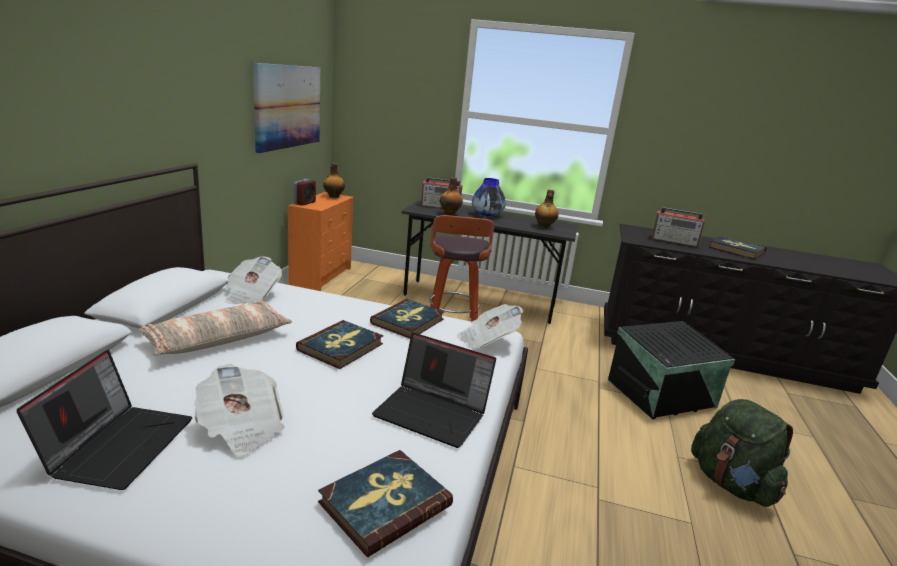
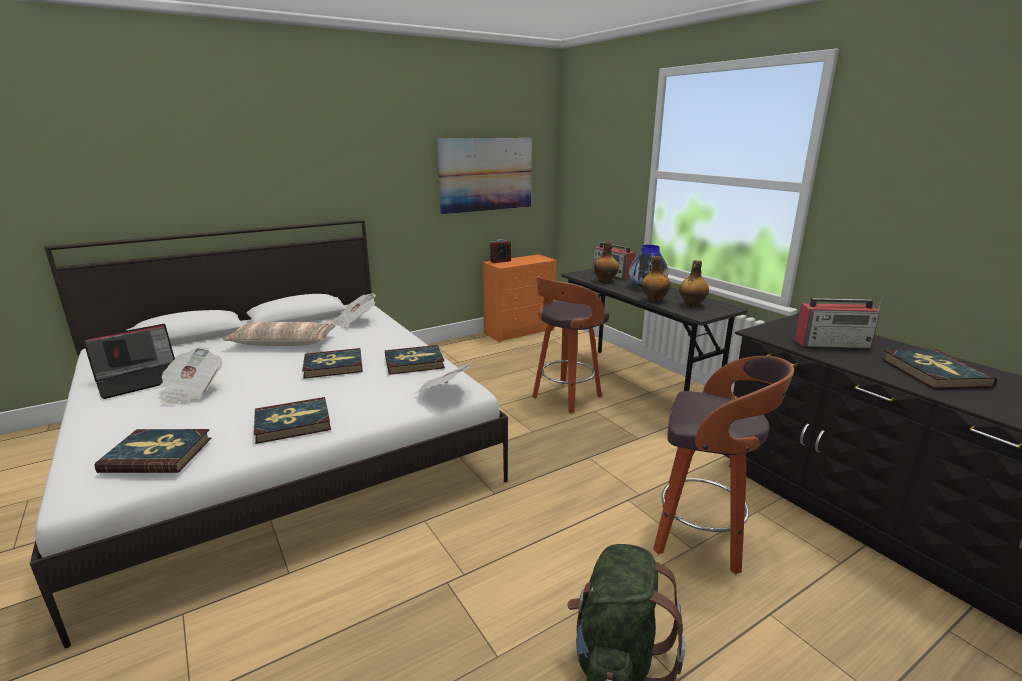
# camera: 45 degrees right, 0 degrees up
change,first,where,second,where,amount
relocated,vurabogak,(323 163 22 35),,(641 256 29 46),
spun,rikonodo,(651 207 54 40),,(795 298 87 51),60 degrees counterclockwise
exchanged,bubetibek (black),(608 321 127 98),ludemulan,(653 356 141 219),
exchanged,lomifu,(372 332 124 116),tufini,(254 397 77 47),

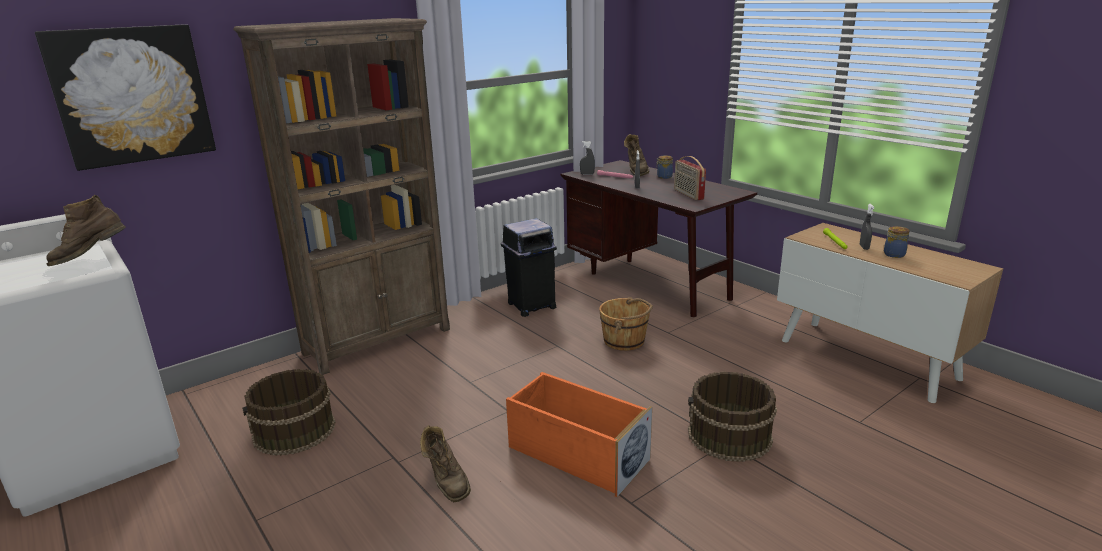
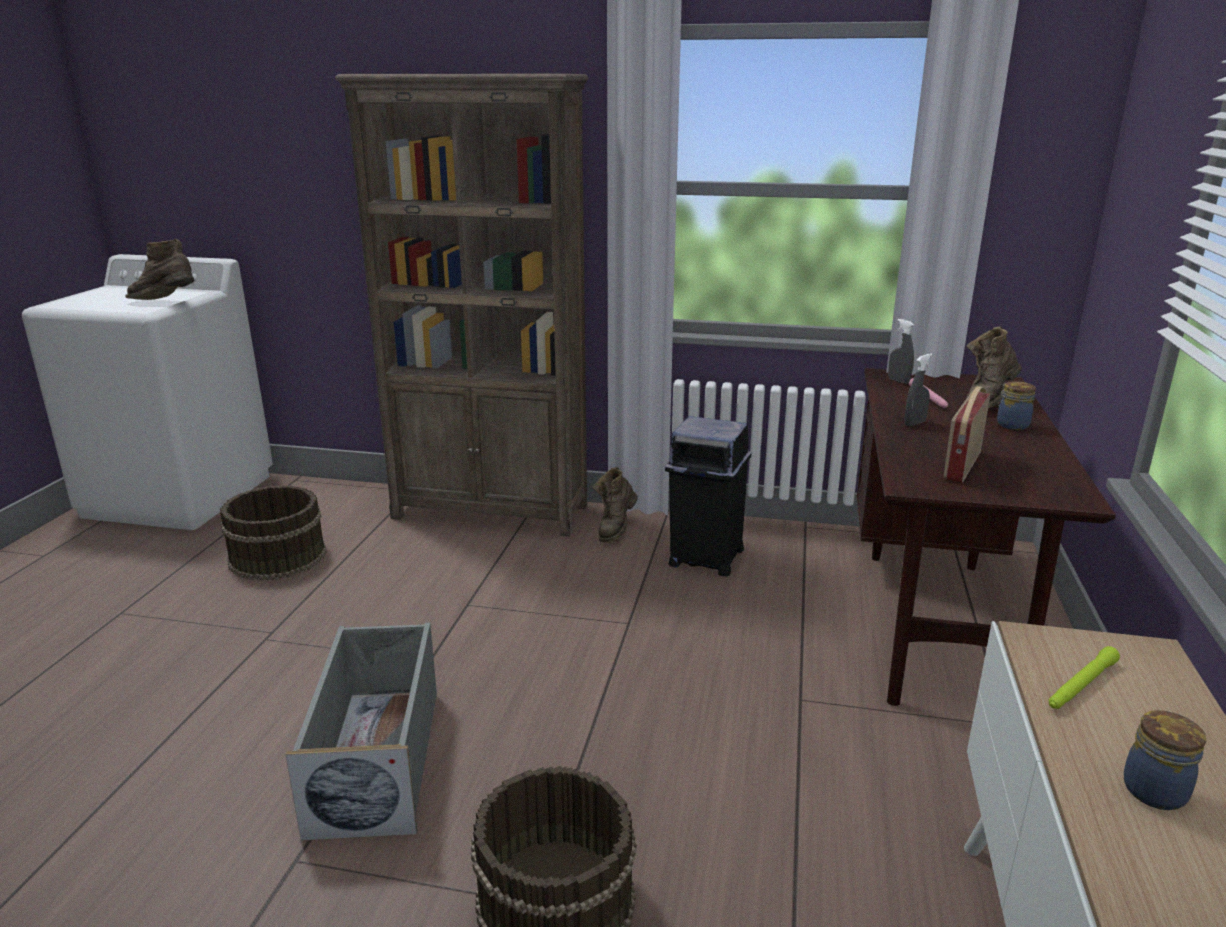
# camera: 50 degrees right, 0 degrees up
change,first,where,second,where,amount
missing,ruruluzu,(35 24 181 147),,,
missing,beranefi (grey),(860 204 14 46),,,
missing,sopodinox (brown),(599 297 54 54),,,
colour,bubetibek (orange),(506 372 146 125),bubetibek (grey),(285 623 152 218),
relocated,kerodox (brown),(420 425 51 77),,(593 467 45 75),

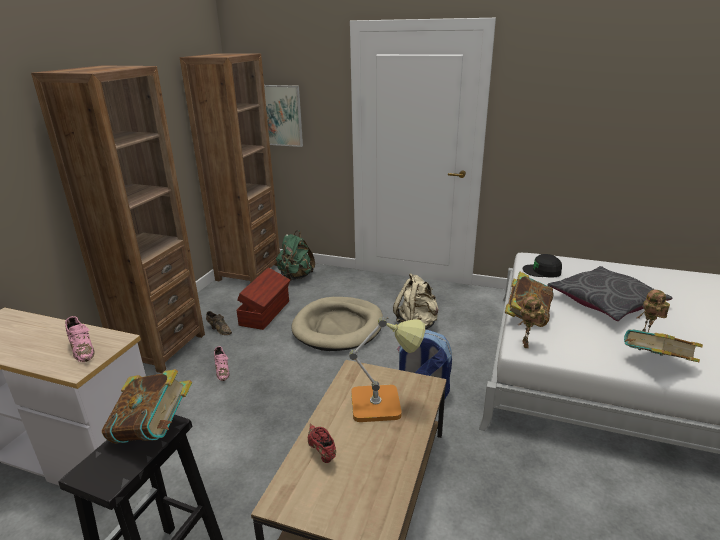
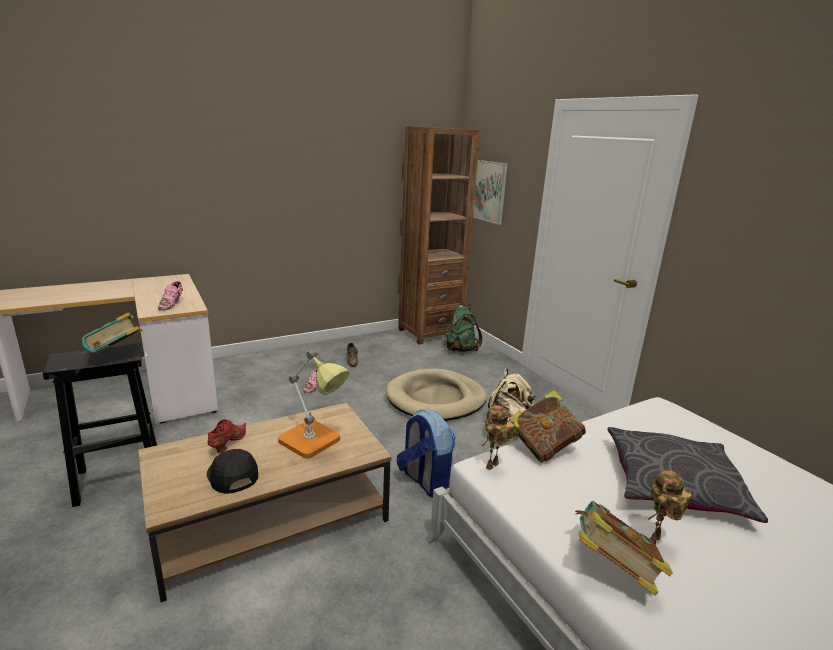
# camera: 40 degrees right, 5 degrees down
change,first,where,second,where,amount
missing,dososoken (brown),(31 65 174 308),,,
relocated,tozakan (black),(523 254 39 24),,(207 449 51 45),
missing,bubetibek (brown),(237 267 53 63),,,

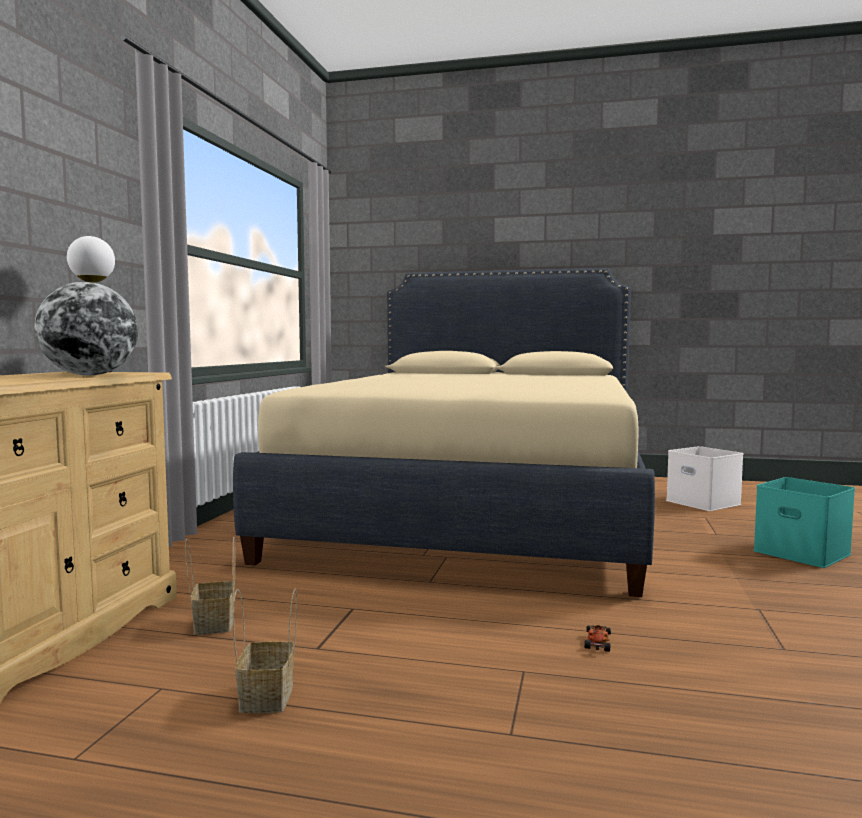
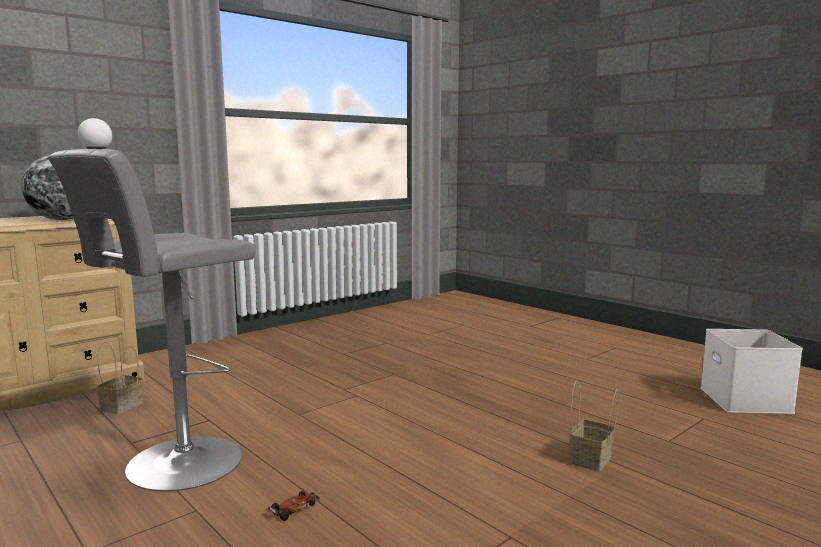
# camera: 35 degrees right, 5 degrees up
change,first,where,second,where,amount
missing,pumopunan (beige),(233 268 422 329),,,
missing,bubetibek (turquoise),(753 477 102 91),,,
relocated,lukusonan,(233 588 64 125),,(570 381 49 90),
appeared,,,ludemulan (grey),(48 149 208 343),

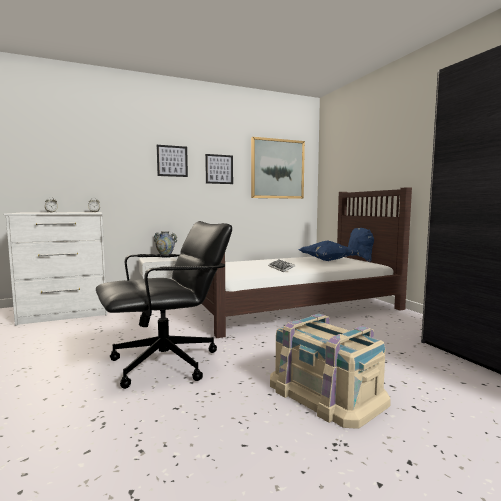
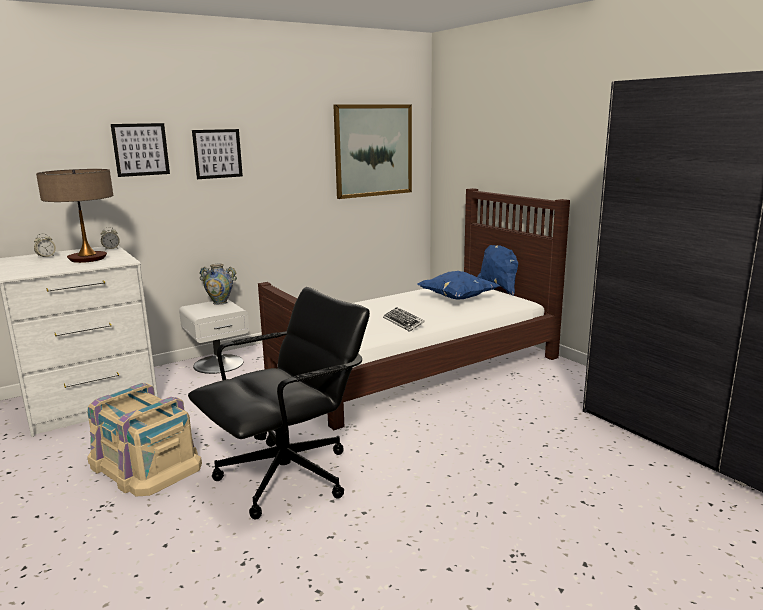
# camera: 10 degrees left, 10 degrees up
change,first,where,second,where,amount
relocated,ruruluzu,(205 154 28 30),,(111 123 59 54),
relocated,bubetibek (beige),(270 313 121 116),,(87 383 115 113),
appeared,,,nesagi,(36 169 77 94),

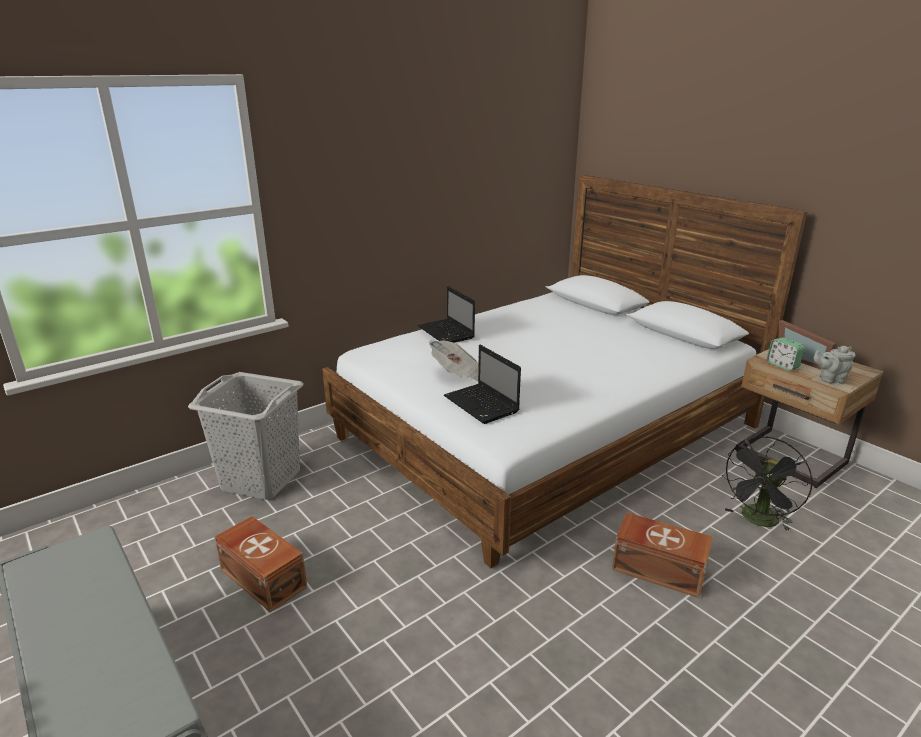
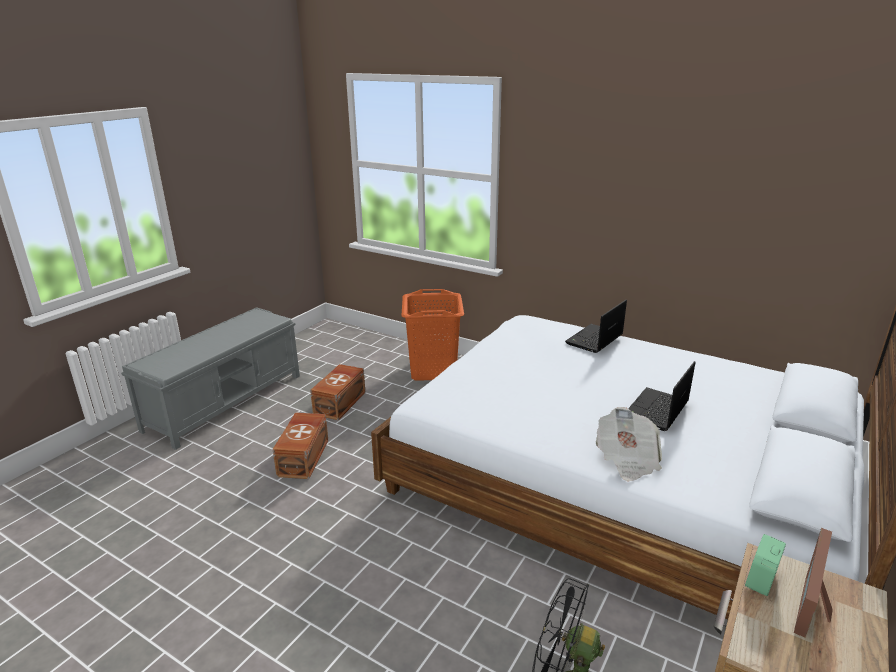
# camera: 70 degrees right, 0 degrees up
change,first,where,second,where,amount
relocated,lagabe,(429 340 50 41),,(596 407 66 75),
relocated,lomifu,(444 345 77 79),,(628 361 68 70),
missing,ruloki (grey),(814 346 41 38),,,
colour,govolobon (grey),(188 372 116 128),govolobon (orange),(402 289 62 92),
relocated,bubetibek (brown),(612 512 101 86),,(272 413 56 66),

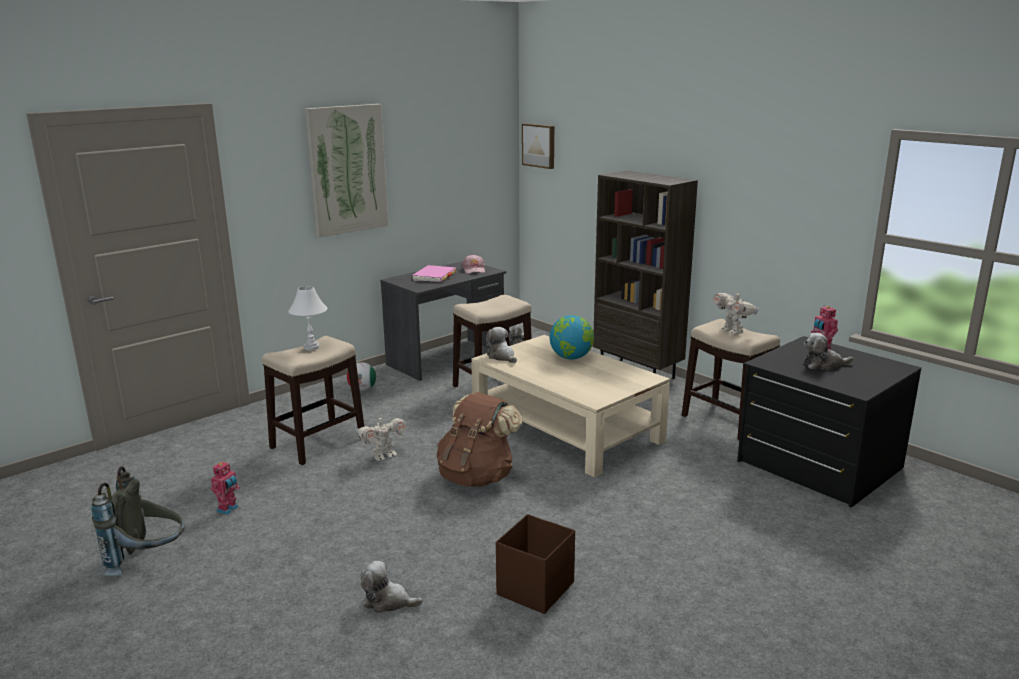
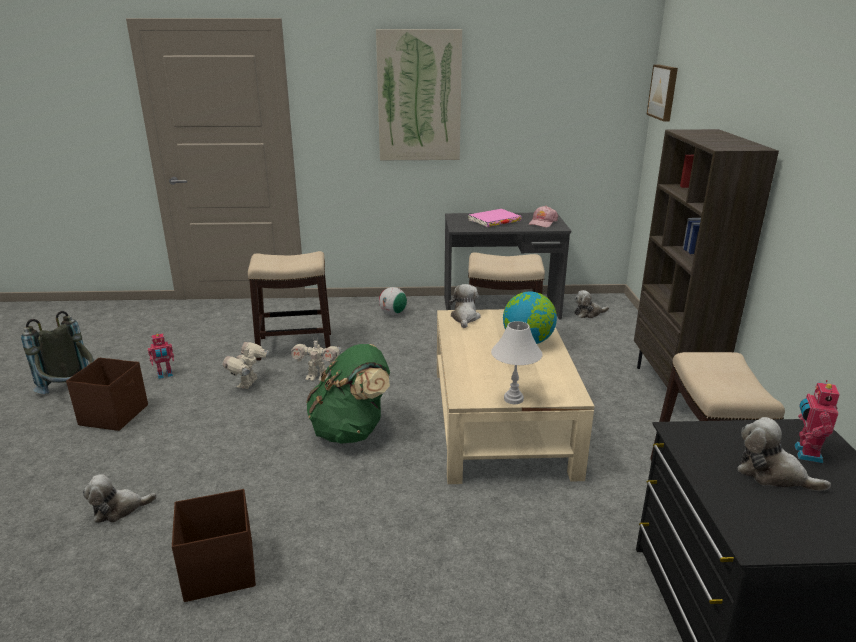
# camera: 40 degrees right, 5 degrees up
change,first,where,second,where,amount
relocated,nesagi (white),(288 286 39 64),,(491 321 52 83),
relocated,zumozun,(713 289 46 45),,(222 342 47 47),
colour,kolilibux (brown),(437 392 85 95),kolilibux (green),(307 344 83 100),
spun,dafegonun,(360 561 63 52),,(83 475 74 48),75 degrees counterclockwise
appeared,,,bubetibek (brown),(66 357 82 74),

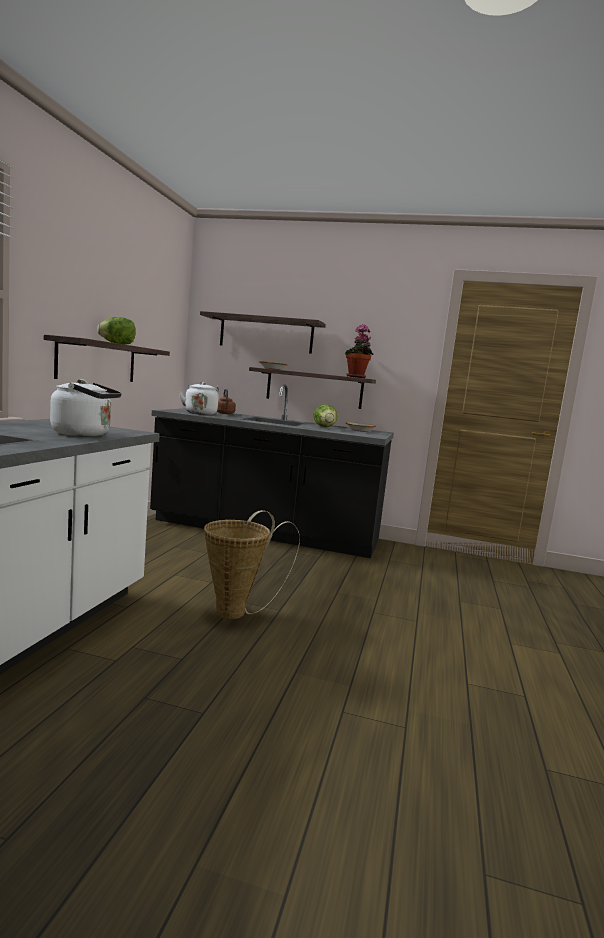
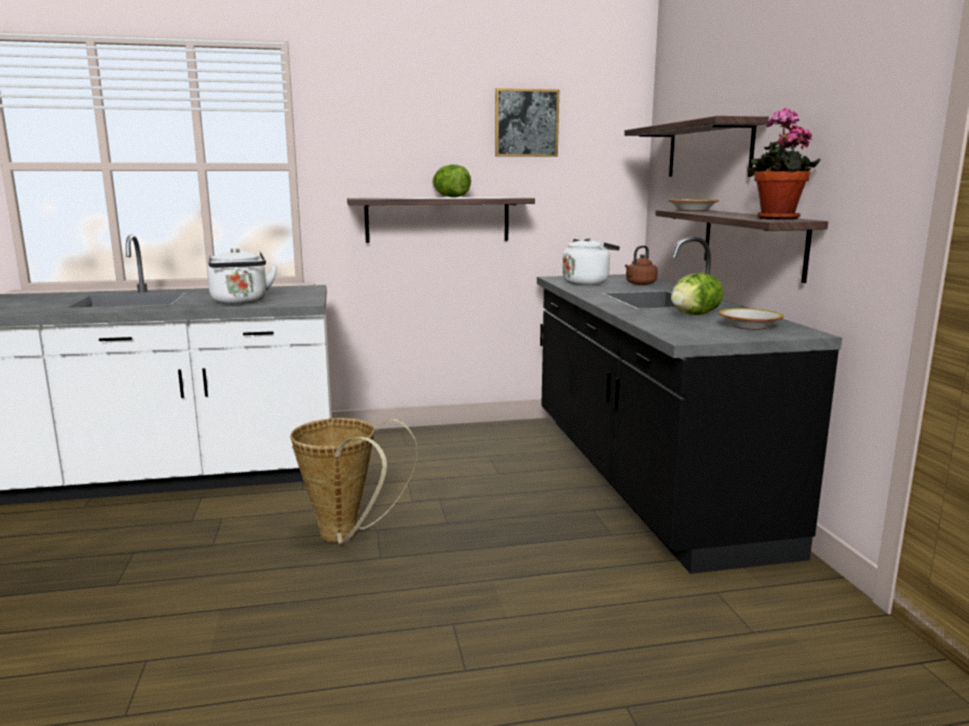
# camera: 65 degrees right, 5 degrees up
change,first,where,second,where,amount
appeared,,,ruruluzu,(495 88 64 69),

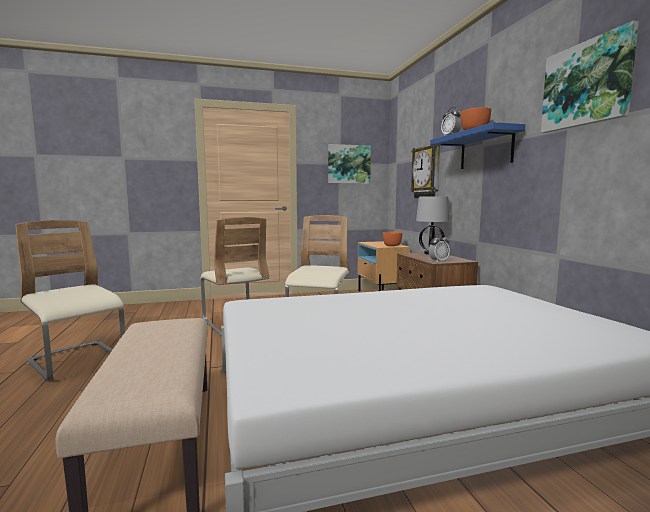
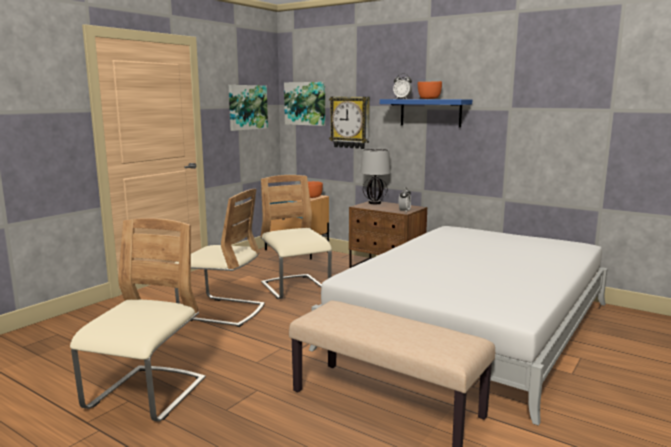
# camera: 40 degrees left, 5 degrees up
change,first,where,second,where,amount
relocated,ruruluzu,(541 21 98 112),,(284 82 41 44),
spun,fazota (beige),(15 220 110 161),,(70 218 136 204),105 degrees clockwise

